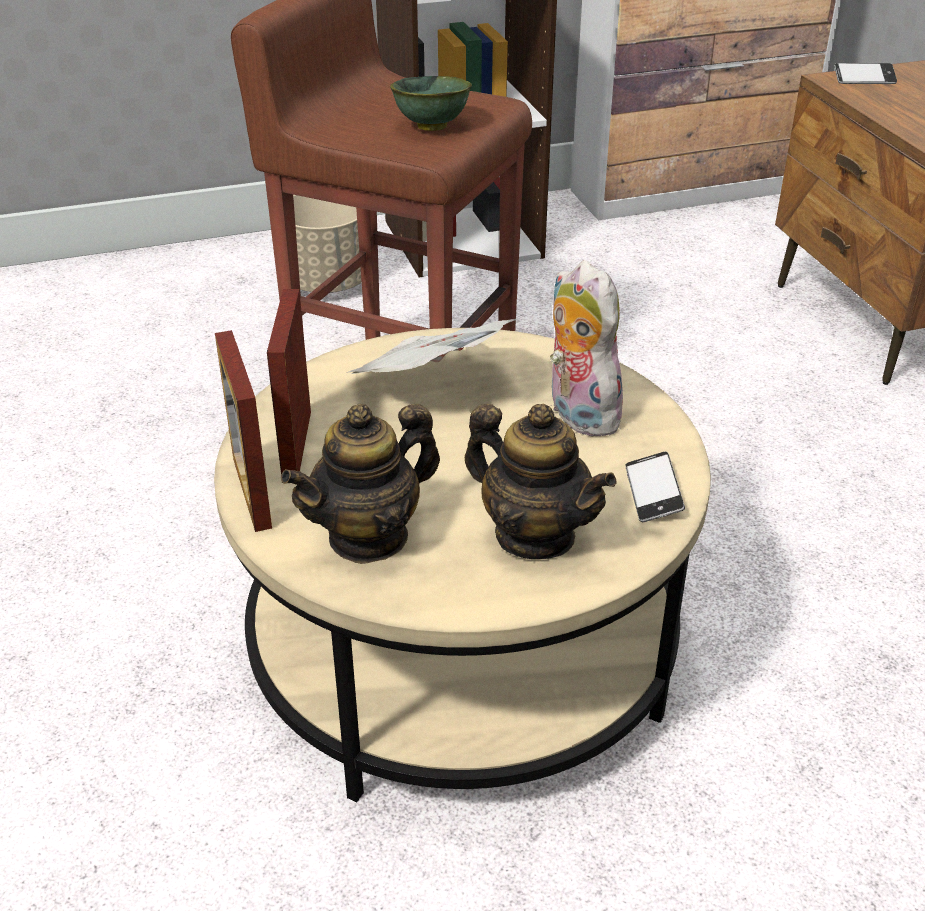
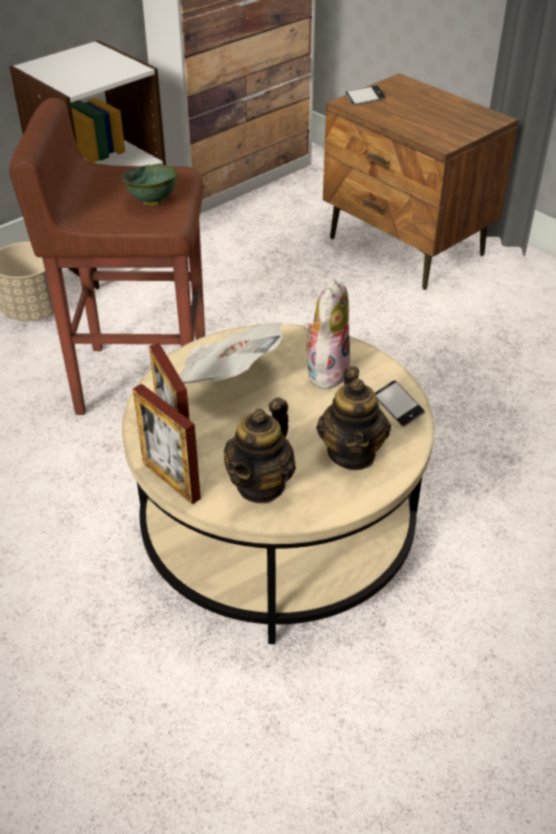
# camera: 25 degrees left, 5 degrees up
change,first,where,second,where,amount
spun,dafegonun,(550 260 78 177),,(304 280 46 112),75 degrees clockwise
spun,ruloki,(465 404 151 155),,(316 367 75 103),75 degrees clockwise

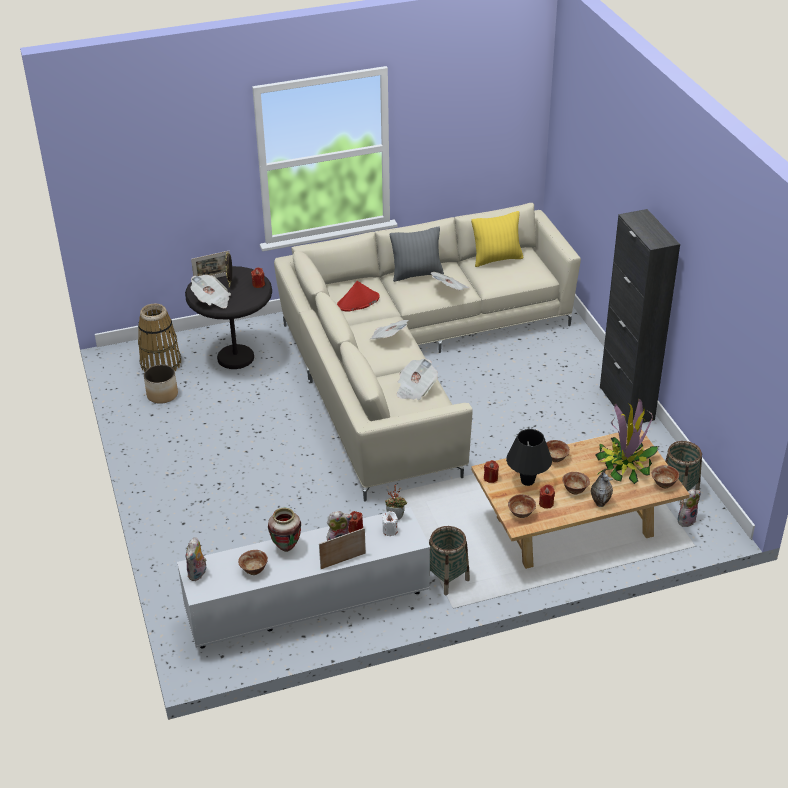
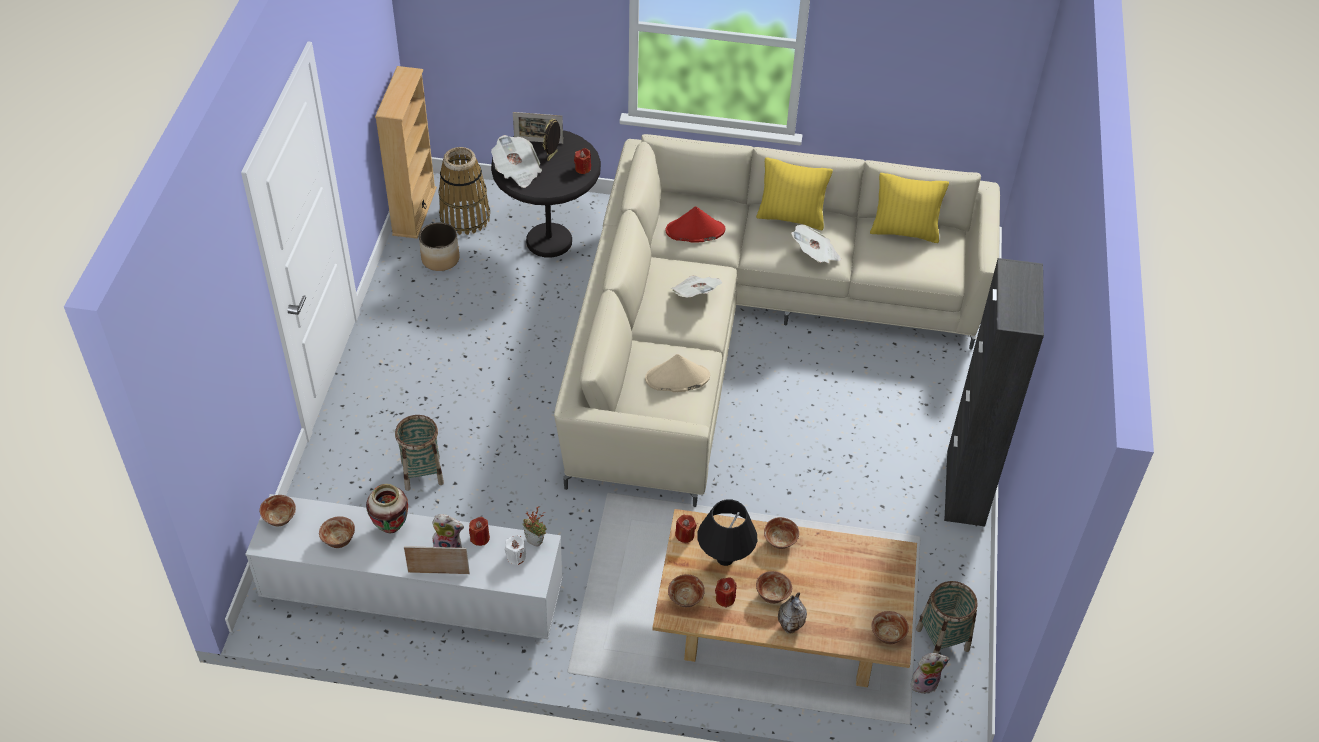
# camera: 25 degrees right, 10 degrees up
change,first,where,second,where,amount
colour,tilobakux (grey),(390 227 54 55),tilobakux (yellow),(756 157 77 73),
exchanged,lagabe,(396 359 42 41),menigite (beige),(645 354 65 38),
missing,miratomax,(596 398 62 86),,,
relocated,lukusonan,(429 526 41 69),,(395 415 49 76),
exchanged,dafegonun,(186 537 20 44),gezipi,(259 495 37 31),
appeared,,,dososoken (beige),(375 66 62 173),

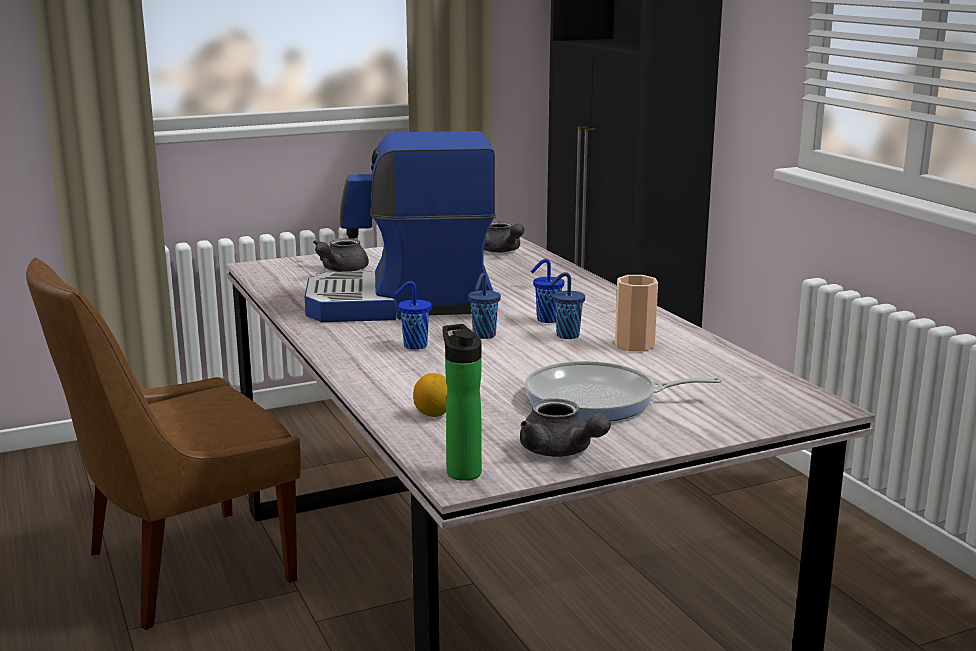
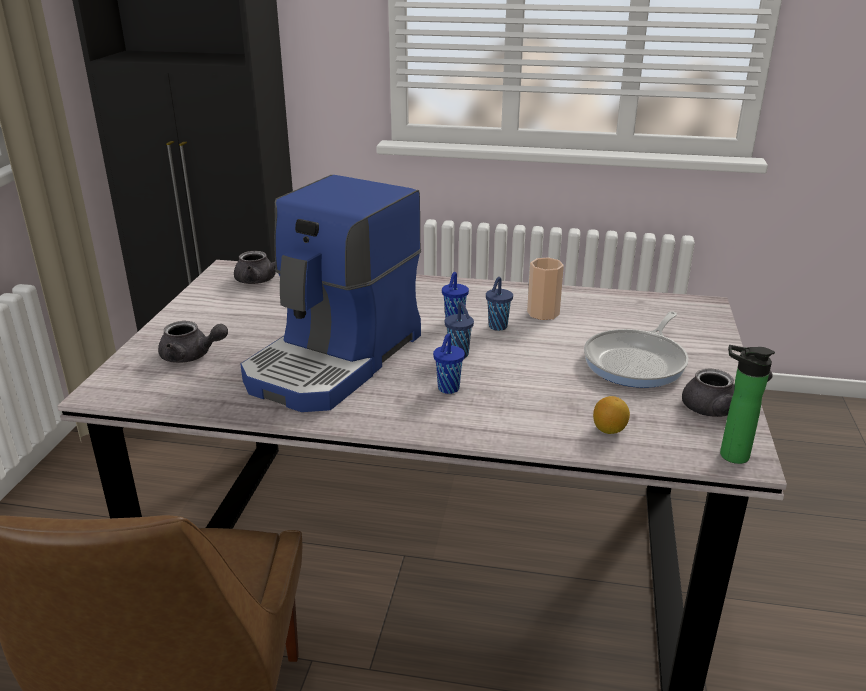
# camera: 55 degrees left, 10 degrees up
change,first,where,second,where,amount
spun,ruloki (grey),(313 238 56 34),,(158 321 70 42),45 degrees counterclockwise

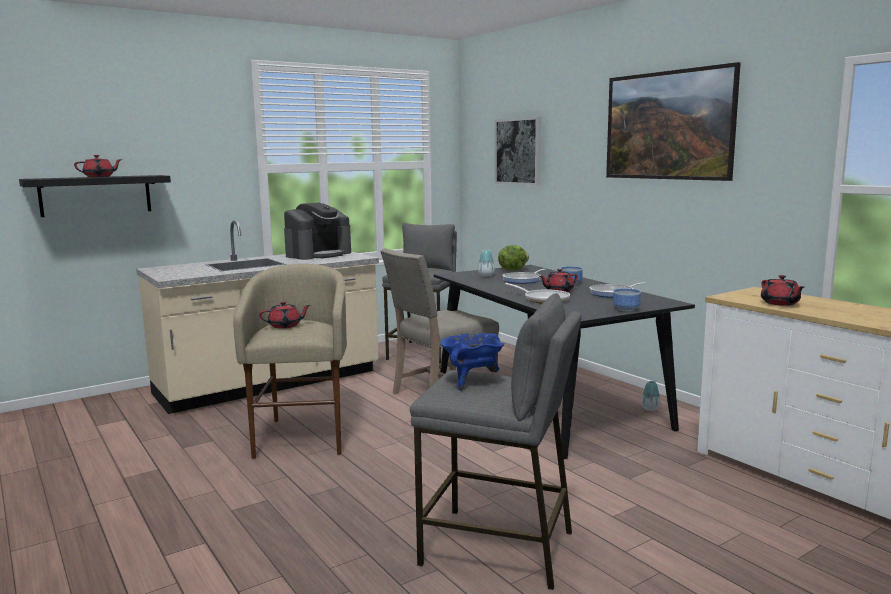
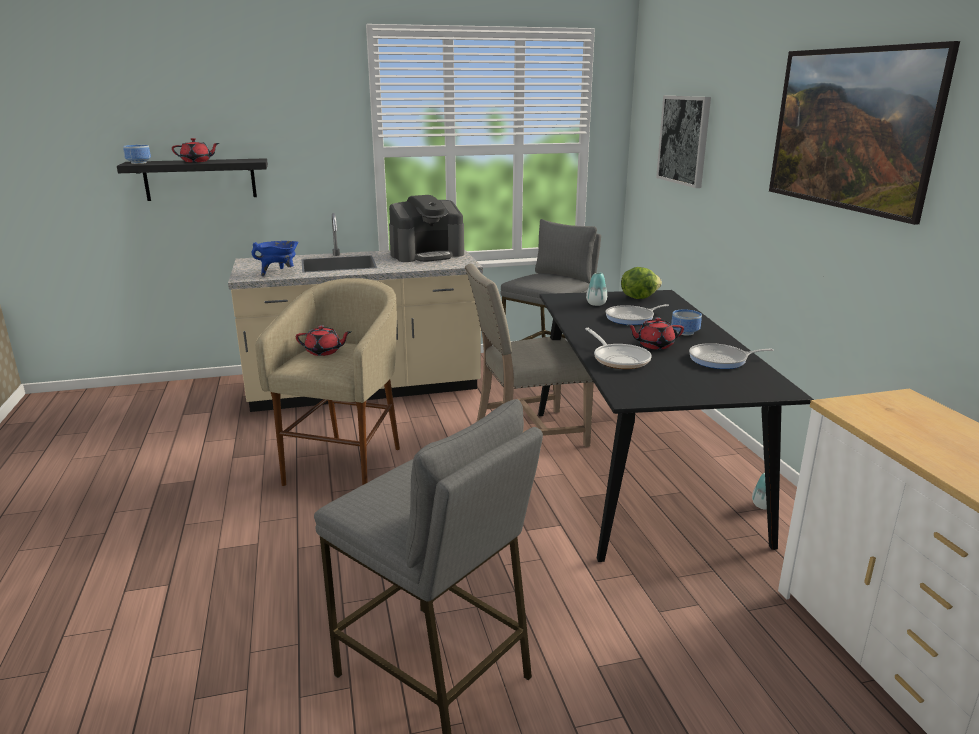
# camera: 20 degrees right, 10 degrees up
change,first,where,second,where,amount
missing,ruloki (red),(761 275 43 31),,,
relocated,gezipi,(613 289 28 22),,(123 145 28 19),
relocated,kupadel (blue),(441 333 64 57),,(252 241 46 35),

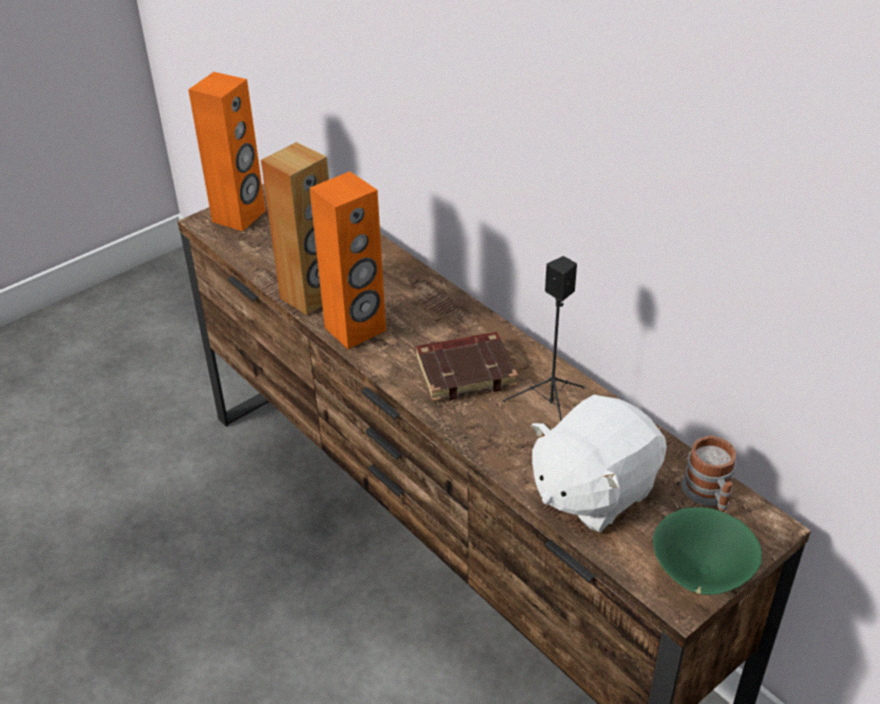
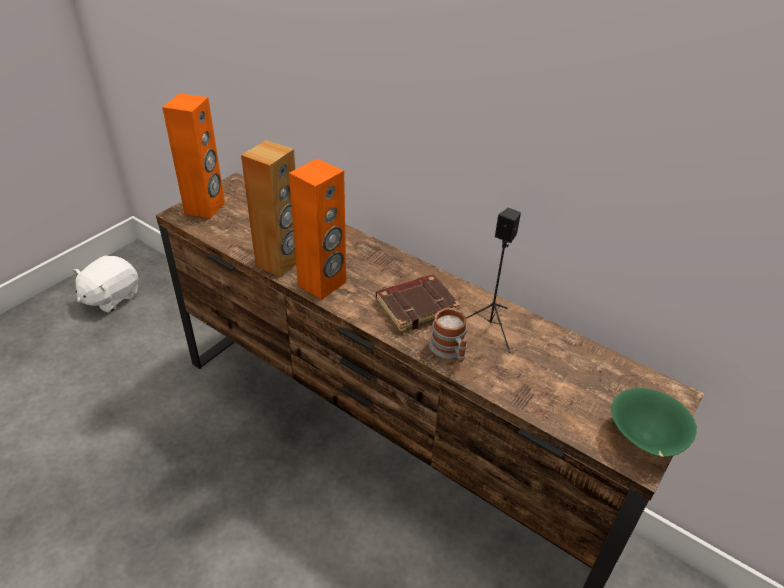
# camera: 15 degrees left, 0 degrees up
change,first,where,second,where,amount
relocated,dafegonun (white),(531 395 136 138),,(73 256 66 57),
relocated,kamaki,(681 436 55 76),,(429 308 38 54),

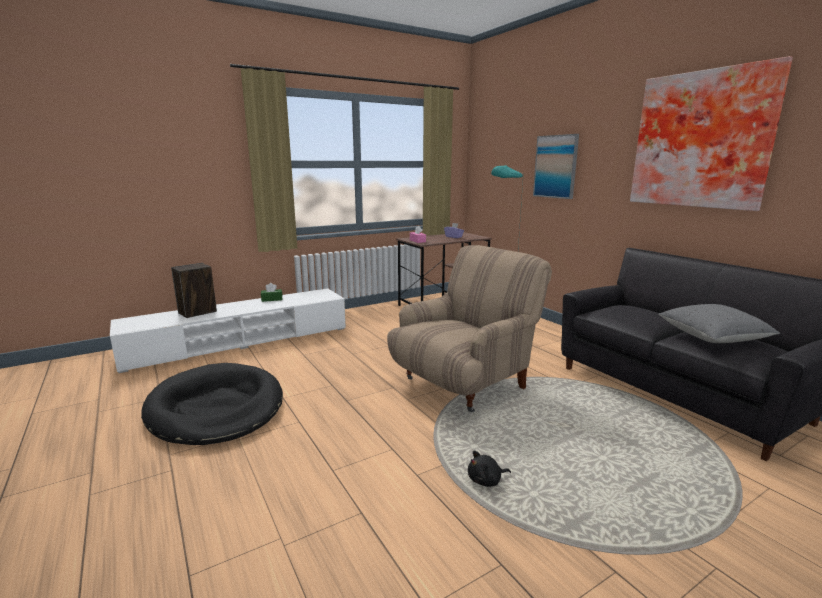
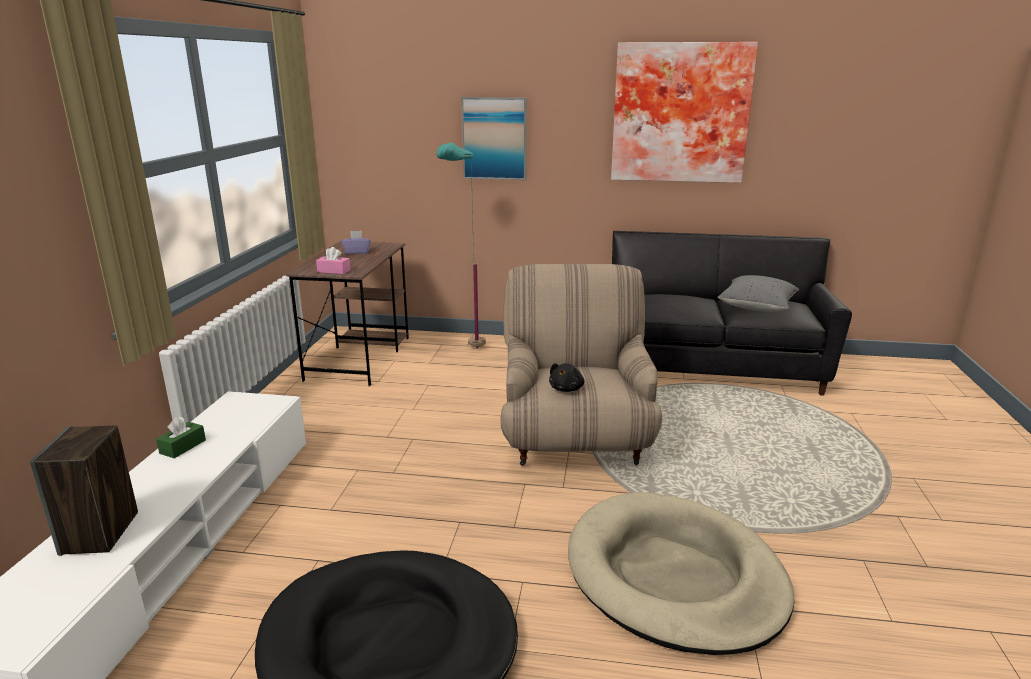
# camera: 50 degrees left, 5 degrees up
change,first,where,second,where,amount
relocated,dafegonun (black),(468 451 43 36),,(549 363 36 29),
appeared,,,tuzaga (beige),(568 492 227 163),

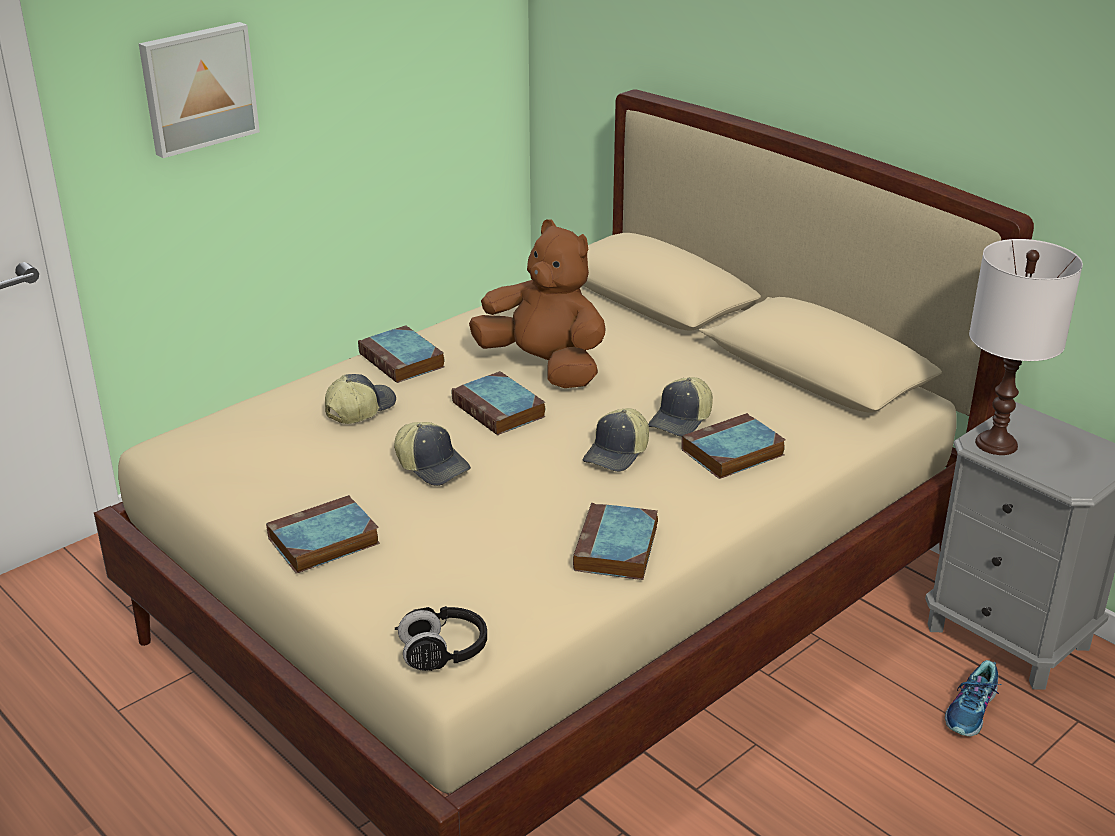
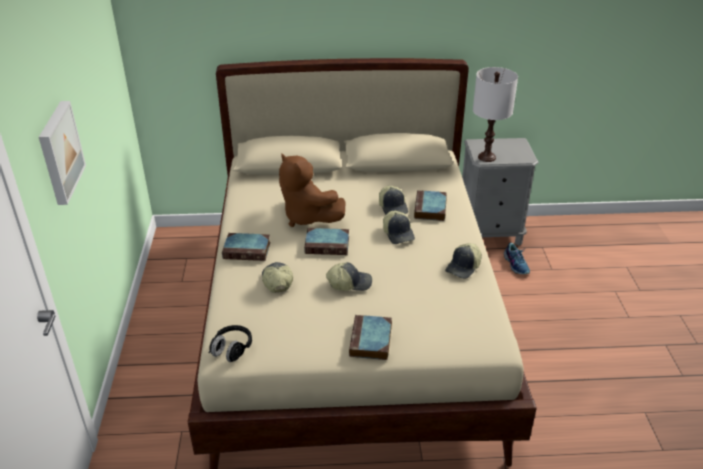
# camera: 50 degrees left, 5 degrees up
change,first,where,second,where,amount
spun,dafegonun (brown),(469 219 137 169),,(279 153 66 74),120 degrees counterclockwise
exchanged,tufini,(573 503 85 77),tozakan,(445 243 37 36),
relocated,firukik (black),(395 606 92 65),,(208 325 44 37),

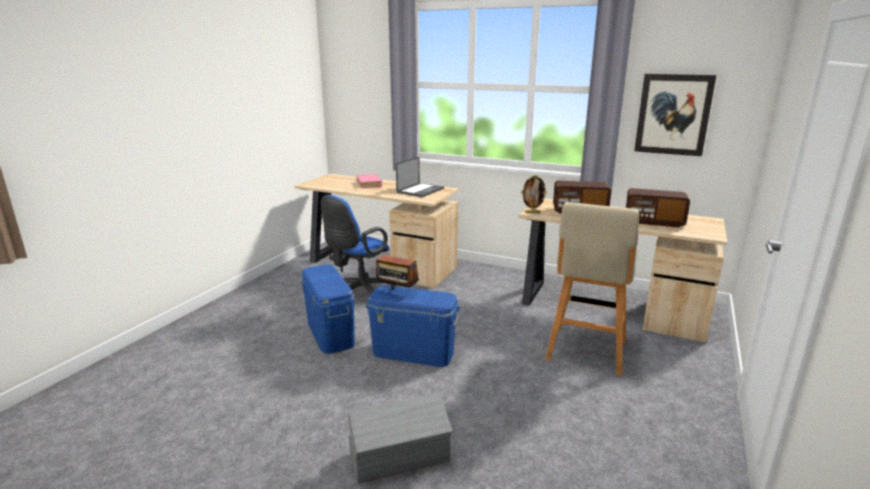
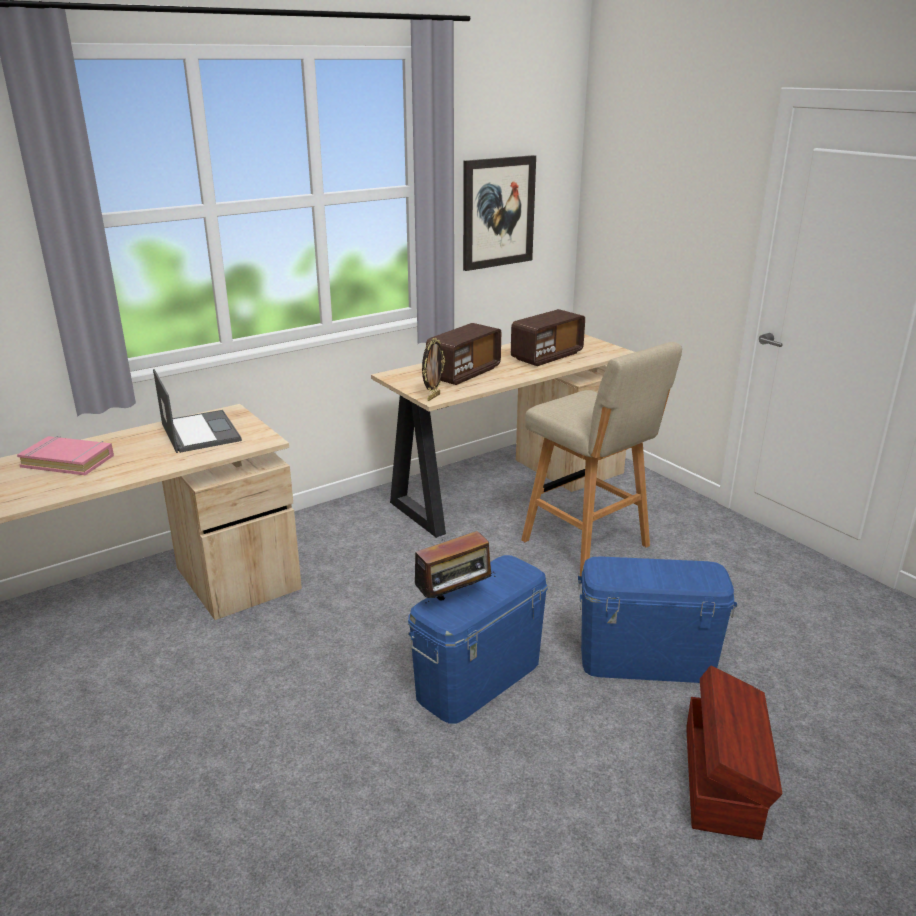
# camera: 60 degrees left, 5 degrees up
change,first,where,second,where,amount
missing,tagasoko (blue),(321 195 76 99),,,
relocated,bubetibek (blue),(301 264 54 90),,(578 556 159 127),
colour,bubetibek (grey),(348 392 104 92),bubetibek (brown),(686 666 96 174),

